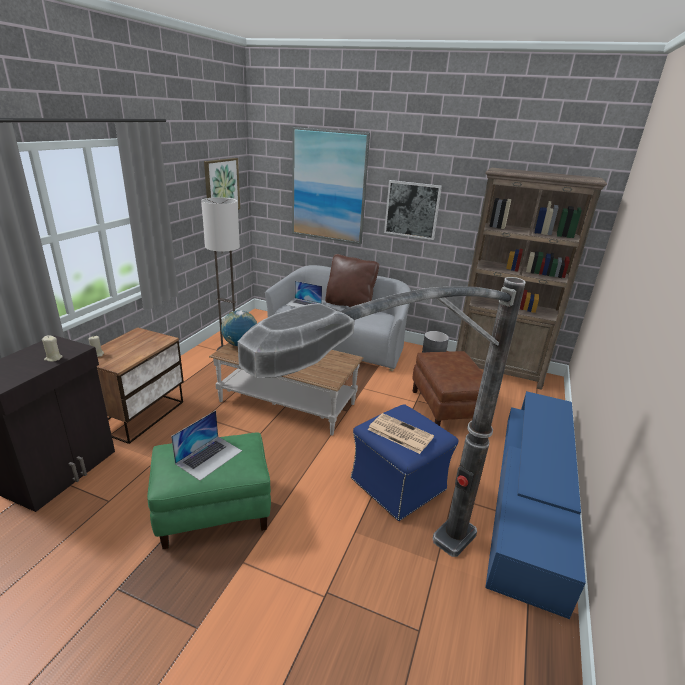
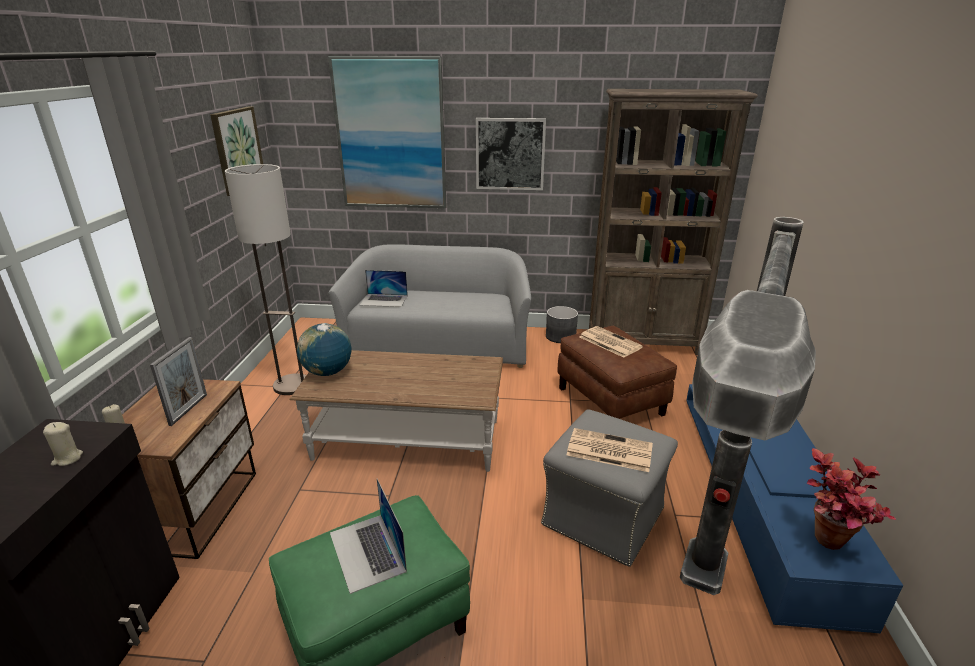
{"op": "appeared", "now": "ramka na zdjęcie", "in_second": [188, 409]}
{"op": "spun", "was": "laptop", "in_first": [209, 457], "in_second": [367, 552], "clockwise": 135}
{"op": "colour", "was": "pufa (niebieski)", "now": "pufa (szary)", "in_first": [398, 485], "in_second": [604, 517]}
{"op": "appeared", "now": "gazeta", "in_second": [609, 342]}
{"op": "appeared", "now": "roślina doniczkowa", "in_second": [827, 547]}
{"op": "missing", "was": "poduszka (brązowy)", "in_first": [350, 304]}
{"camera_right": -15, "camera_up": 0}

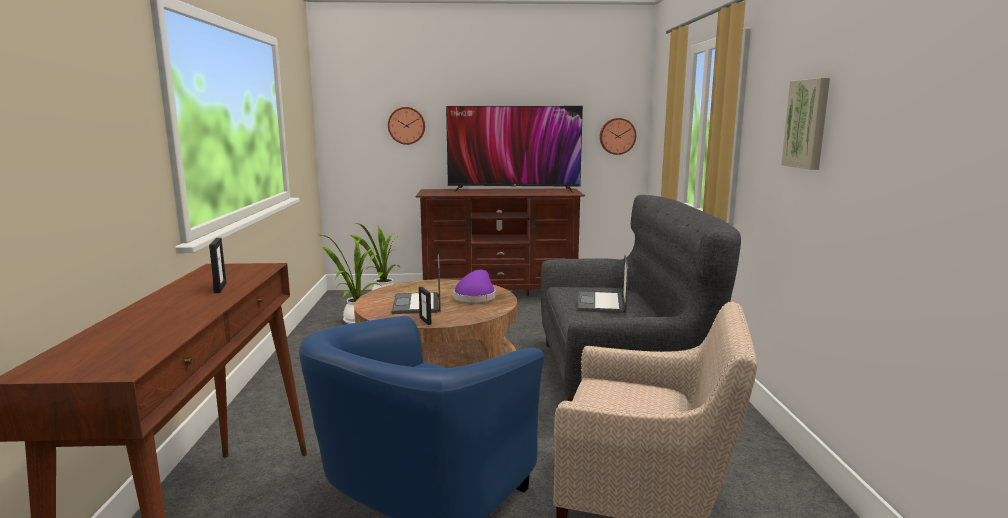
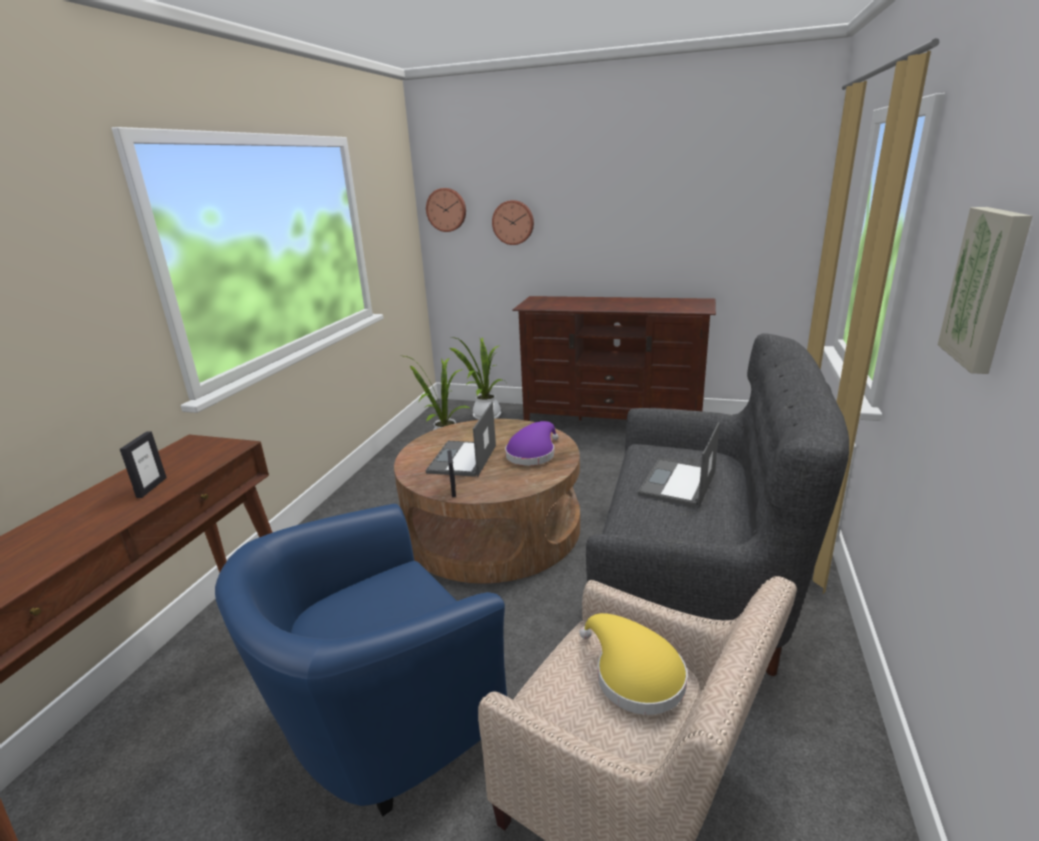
{"op": "relocated", "was": "zegar ścienny", "in_first": [617, 136], "in_second": [446, 209]}
{"op": "appeared", "now": "kapelusz (żółty)", "in_second": [634, 675]}
{"op": "missing", "was": "telewizor", "in_first": [513, 191]}
{"camera_right": 20, "camera_up": 10}

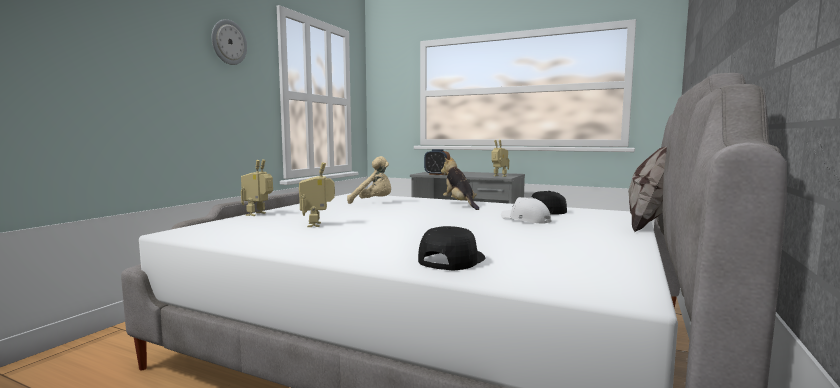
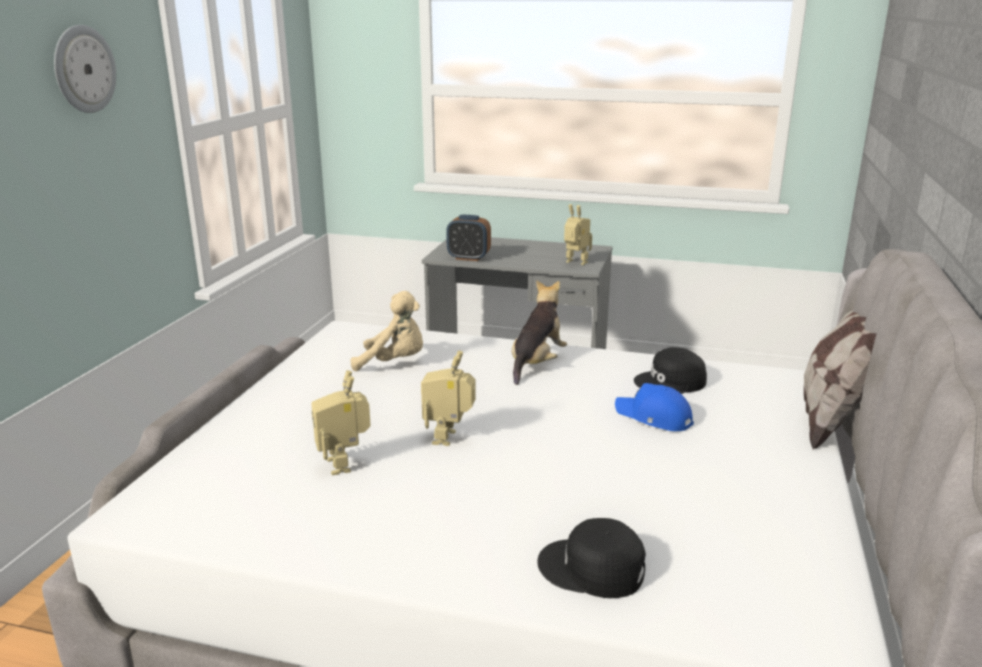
{"op": "relocated", "was": "robot zabawkowy", "in_first": [258, 214], "in_second": [449, 438]}
{"op": "spun", "was": "pluszak", "in_first": [459, 205], "in_second": [537, 363], "clockwise": 60}
{"op": "spun", "was": "czapka z daszkiem (czarny)", "in_first": [450, 259], "in_second": [592, 569], "clockwise": -90}
{"op": "colour", "was": "czapka z daszkiem (biały)", "now": "czapka z daszkiem (niebieski)", "in_first": [525, 220], "in_second": [653, 417]}
{"camera_right": -10, "camera_up": 15}

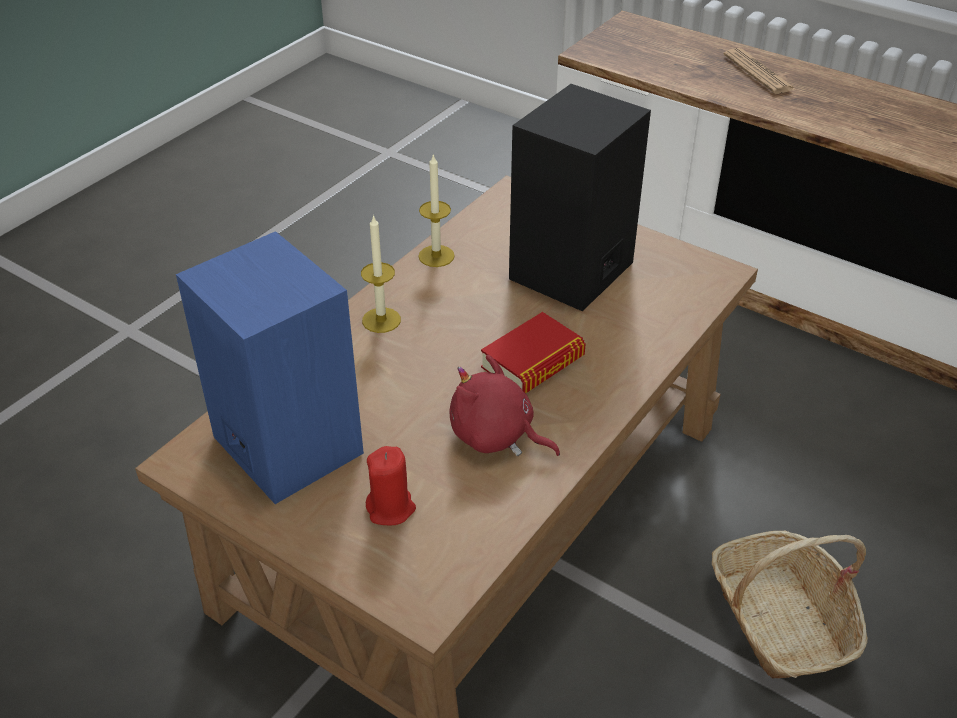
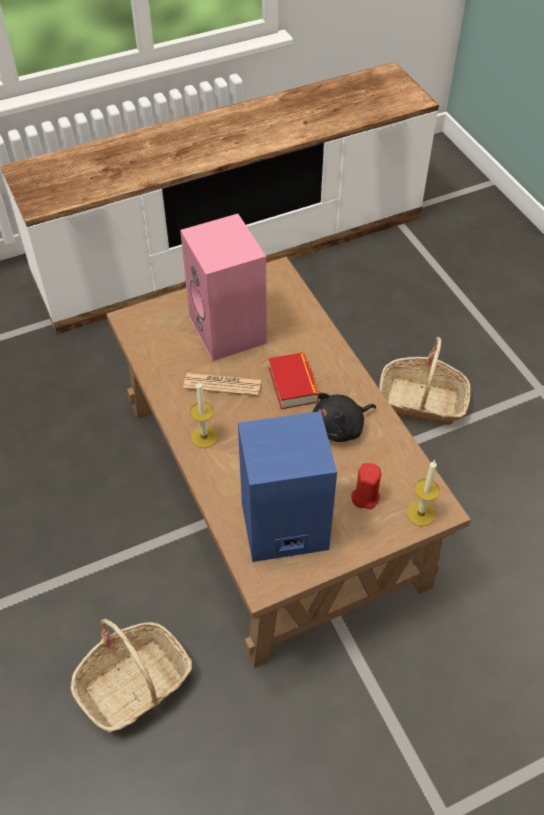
{"op": "appeared", "now": "koszyk", "in_second": [134, 684]}
{"op": "colour", "was": "głośnik (czarny)", "now": "głośnik (różowy)", "in_first": [572, 273], "in_second": [229, 331]}
{"op": "relocated", "was": "gazeta", "in_first": [758, 72], "in_second": [222, 385]}
{"op": "colour", "was": "pluszak (czerwony)", "now": "pluszak (czarny)", "in_first": [496, 436], "in_second": [340, 427]}
{"op": "relocated", "was": "świeca", "in_first": [436, 256], "in_second": [420, 513]}
{"camera_right": -60, "camera_up": 10}

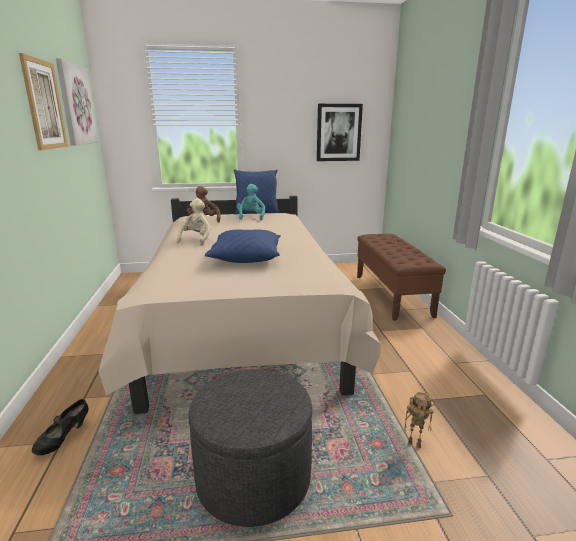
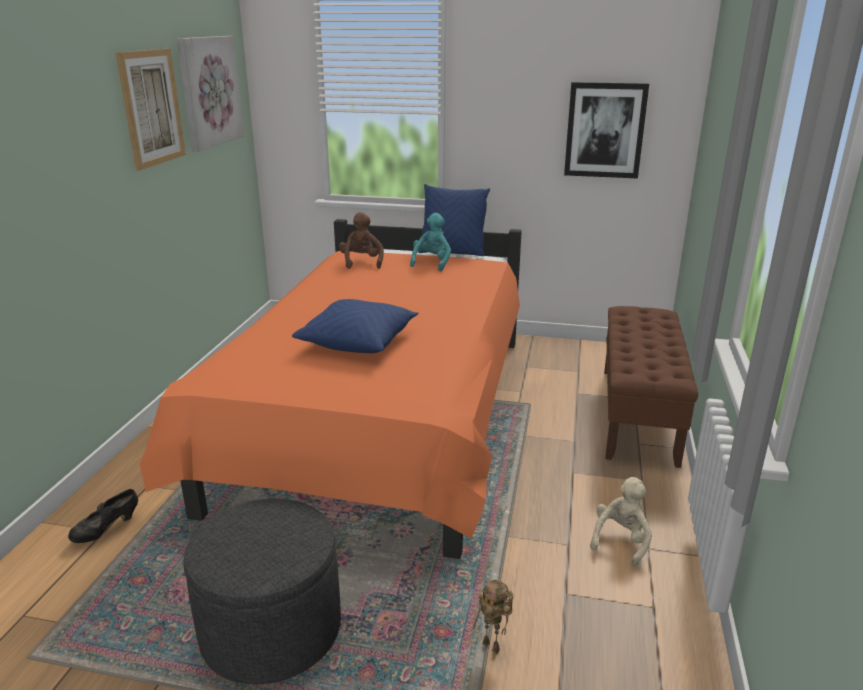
{"op": "colour", "was": "łóżko (beżowy)", "now": "łóżko (pomarańczowy)", "in_first": [242, 324], "in_second": [381, 422]}
{"op": "relocated", "was": "pluszak (beżowy)", "in_first": [196, 239], "in_second": [621, 540]}
{"camera_right": 20, "camera_up": 5}

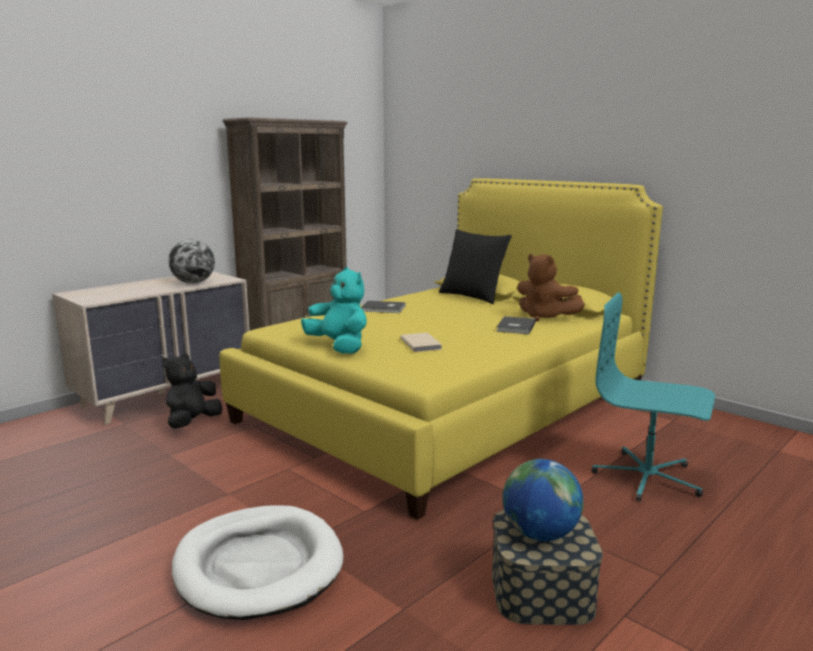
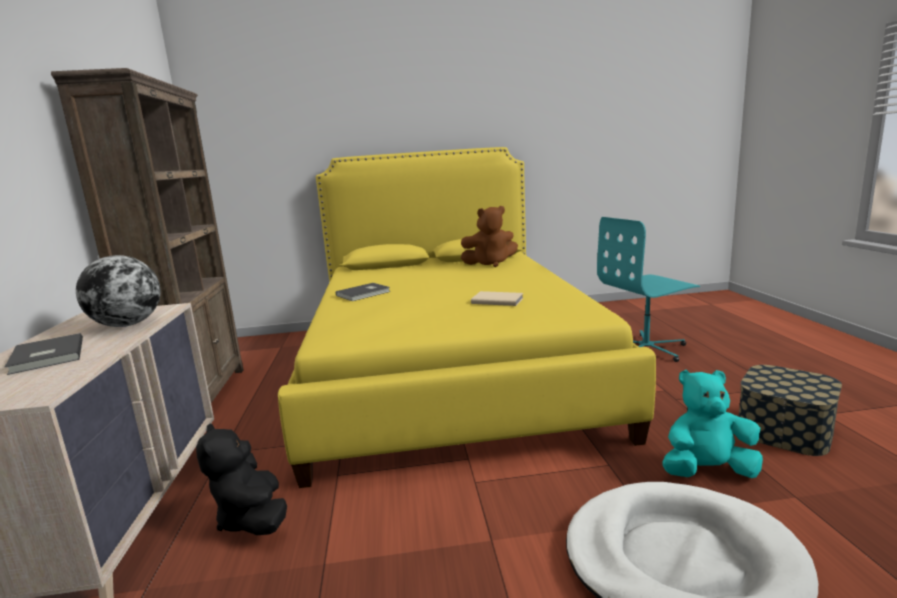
{"op": "relocated", "was": "książka (szary)", "in_first": [514, 327], "in_second": [45, 357]}
{"op": "relocated", "was": "pluszak (turkusowy)", "in_first": [339, 347], "in_second": [707, 471]}
{"op": "missing", "was": "poduszka (czarny)", "in_first": [473, 296]}
{"op": "missing", "was": "globus", "in_first": [540, 534]}
{"camera_right": -50, "camera_up": 0}

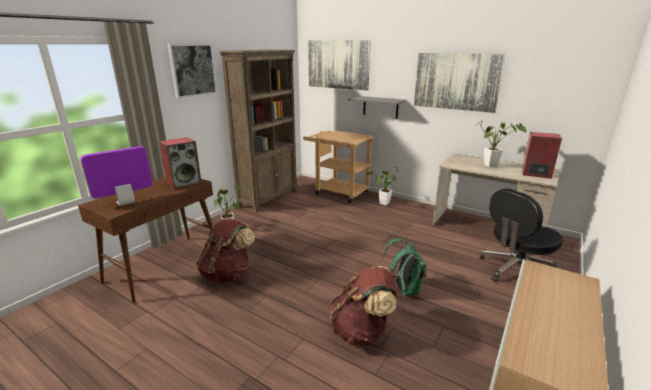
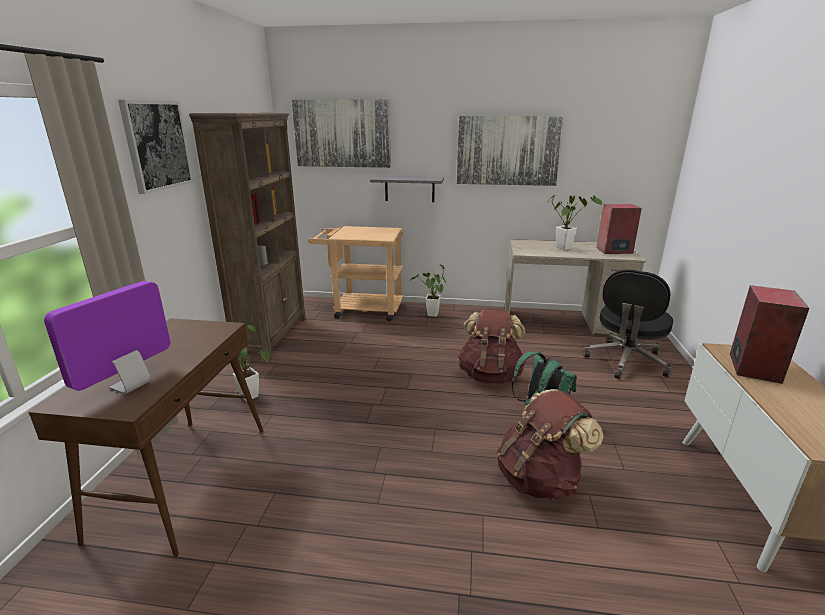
{"op": "relocated", "was": "plecak (brązowy)", "in_first": [227, 274], "in_second": [490, 375]}
{"op": "relocated", "was": "głośnik", "in_first": [184, 183], "in_second": [753, 367]}
{"camera_right": -25, "camera_up": 0}

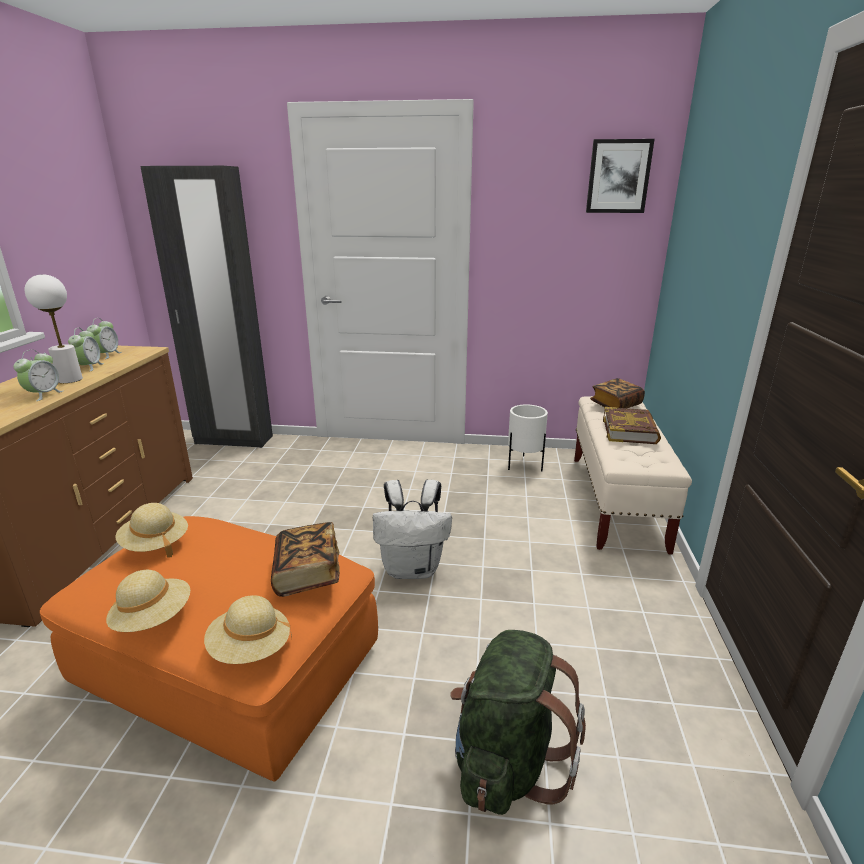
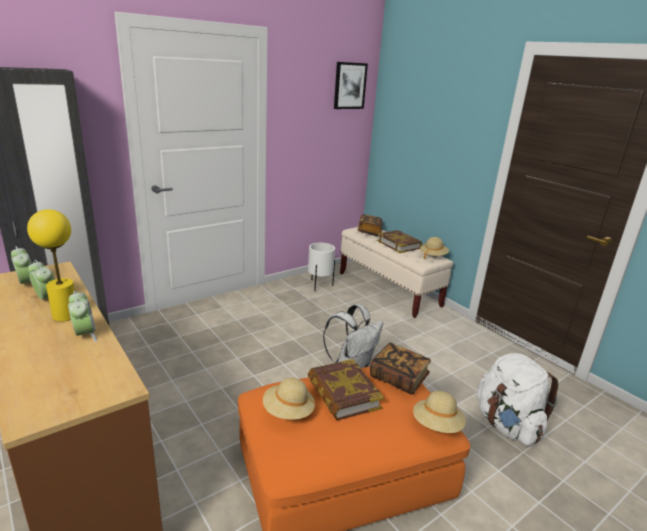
{"op": "colour", "was": "lampa stołowa (biały)", "now": "lampa stołowa (żółty)", "in_first": [70, 380], "in_second": [65, 315]}
{"op": "appeared", "now": "książka", "in_second": [343, 394]}
{"op": "relocated", "was": "kapelusz (beżowy)", "in_first": [153, 619], "in_second": [433, 256]}
{"op": "colour", "was": "plecak (zielony)", "now": "plecak (biały)", "in_first": [507, 761], "in_second": [507, 425]}
{"camera_right": -45, "camera_up": 0}

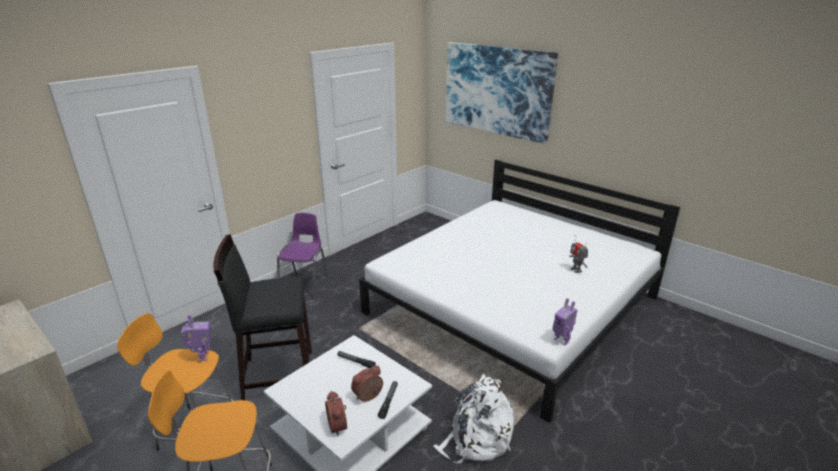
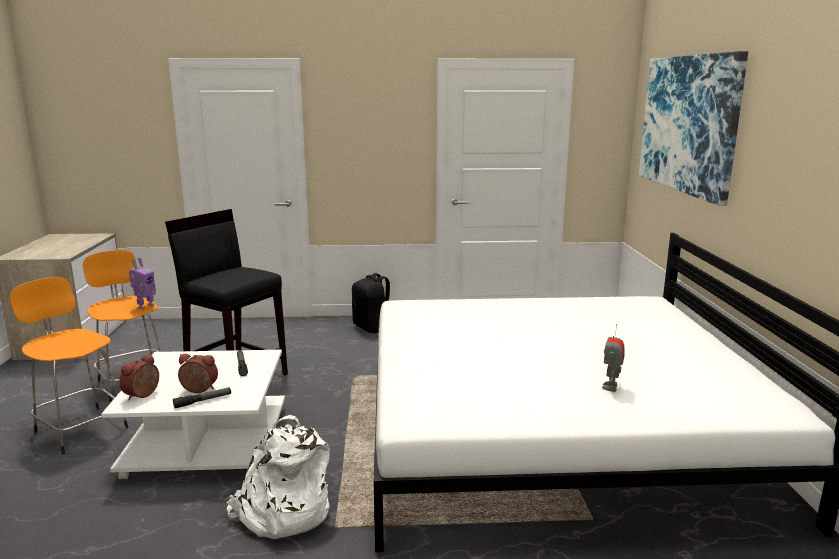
{"op": "exchanged", "was": "krzesło (fioletowy)", "now": "plecak (czarny)", "in_first": [305, 285], "in_second": [372, 327]}
{"op": "missing", "was": "robot zabawkowy", "in_first": [562, 340]}
{"camera_right": 45, "camera_up": -10}

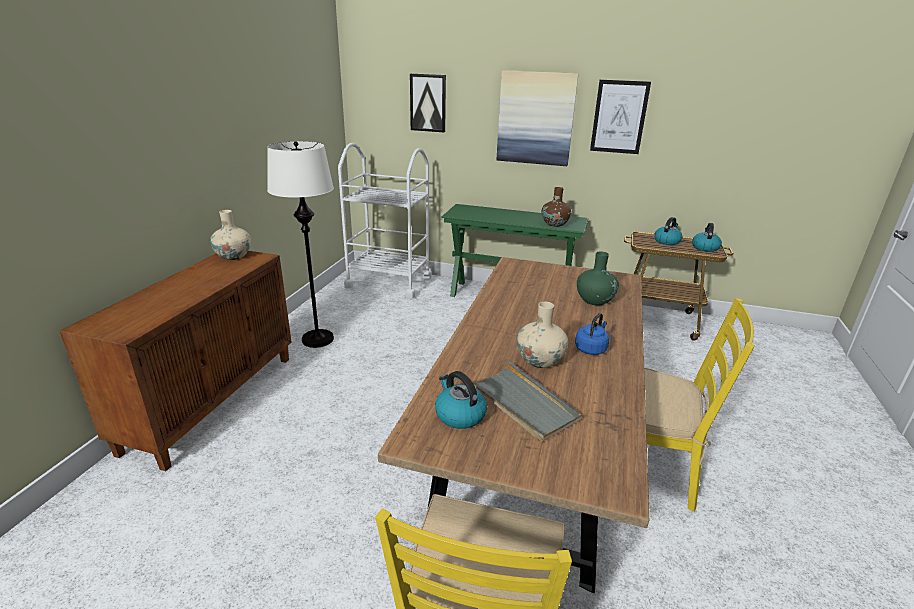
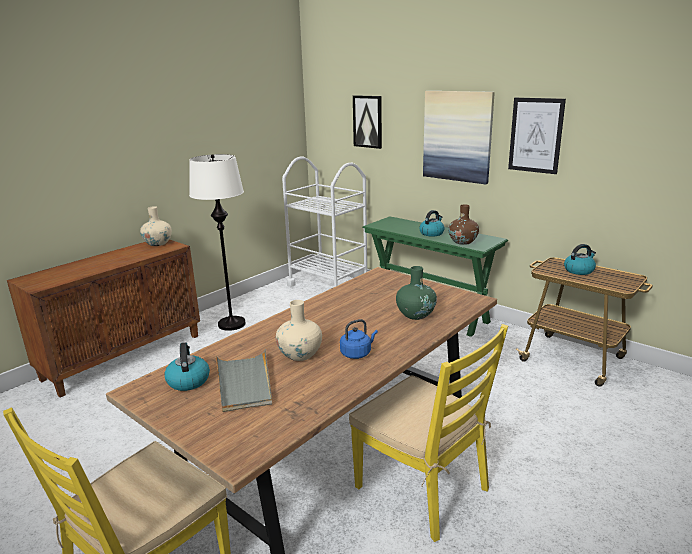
{"op": "relocated", "was": "czajnik", "in_first": [705, 247], "in_second": [431, 233]}
{"camera_right": 25, "camera_up": -5}

